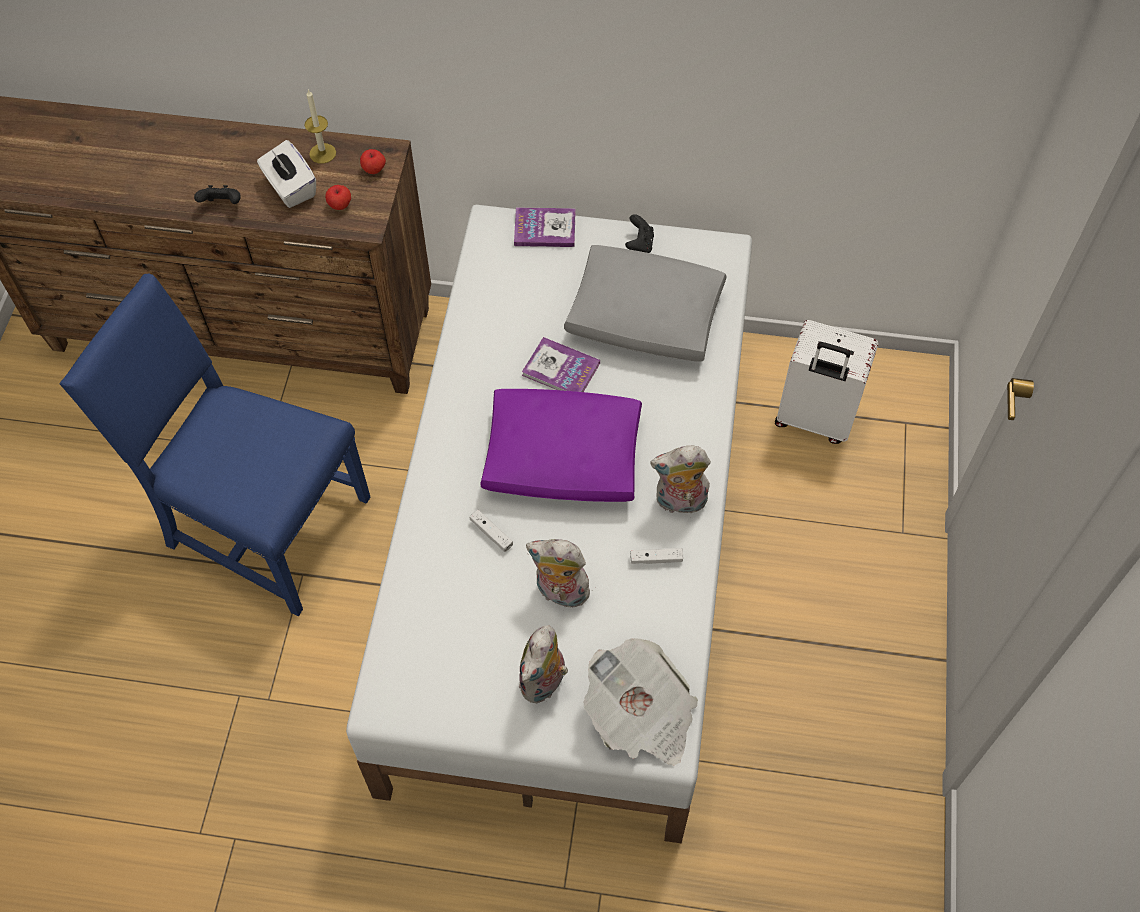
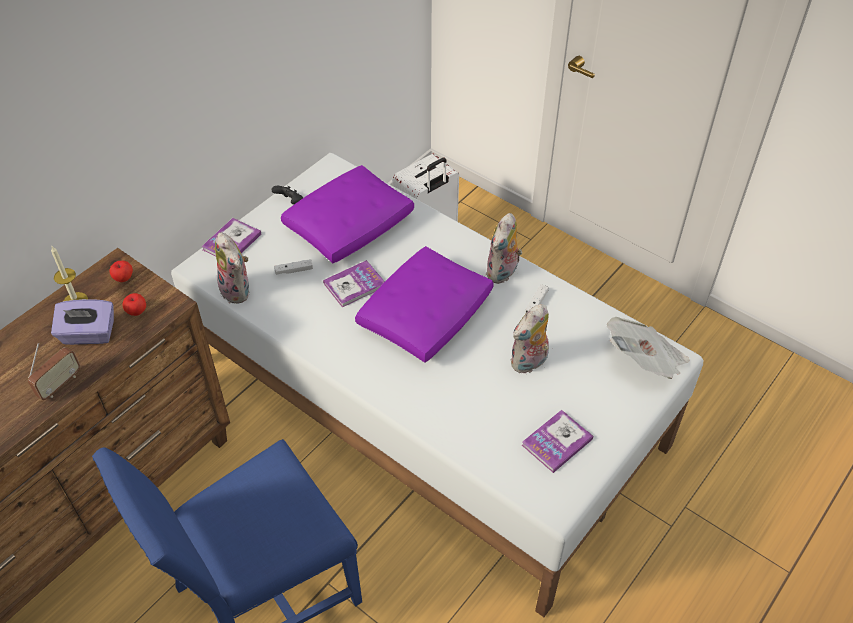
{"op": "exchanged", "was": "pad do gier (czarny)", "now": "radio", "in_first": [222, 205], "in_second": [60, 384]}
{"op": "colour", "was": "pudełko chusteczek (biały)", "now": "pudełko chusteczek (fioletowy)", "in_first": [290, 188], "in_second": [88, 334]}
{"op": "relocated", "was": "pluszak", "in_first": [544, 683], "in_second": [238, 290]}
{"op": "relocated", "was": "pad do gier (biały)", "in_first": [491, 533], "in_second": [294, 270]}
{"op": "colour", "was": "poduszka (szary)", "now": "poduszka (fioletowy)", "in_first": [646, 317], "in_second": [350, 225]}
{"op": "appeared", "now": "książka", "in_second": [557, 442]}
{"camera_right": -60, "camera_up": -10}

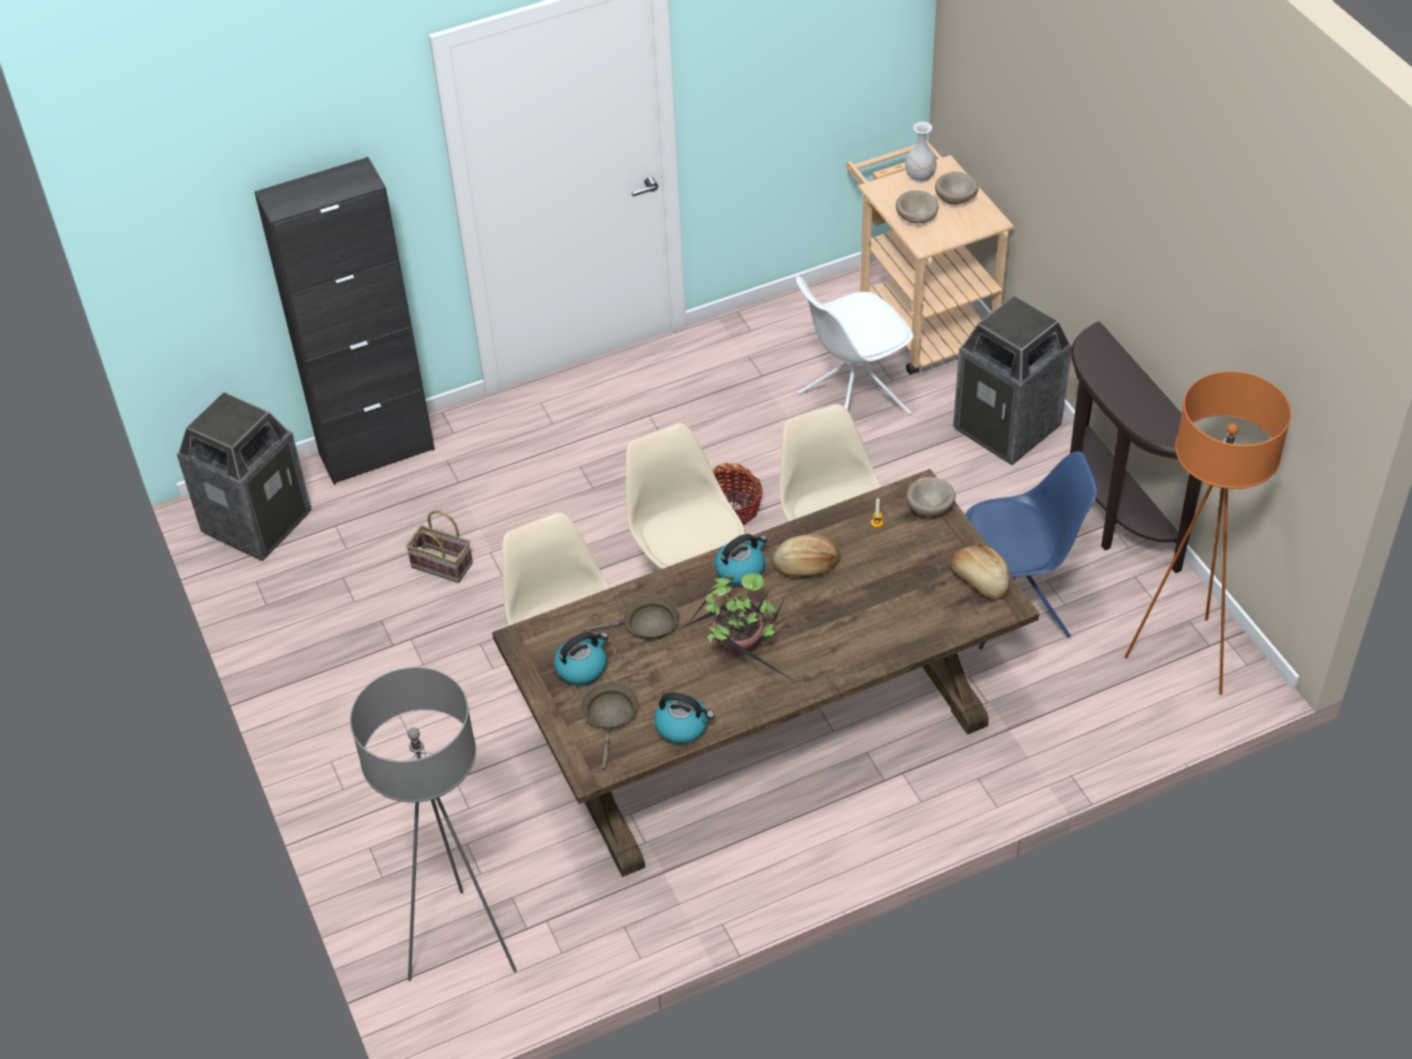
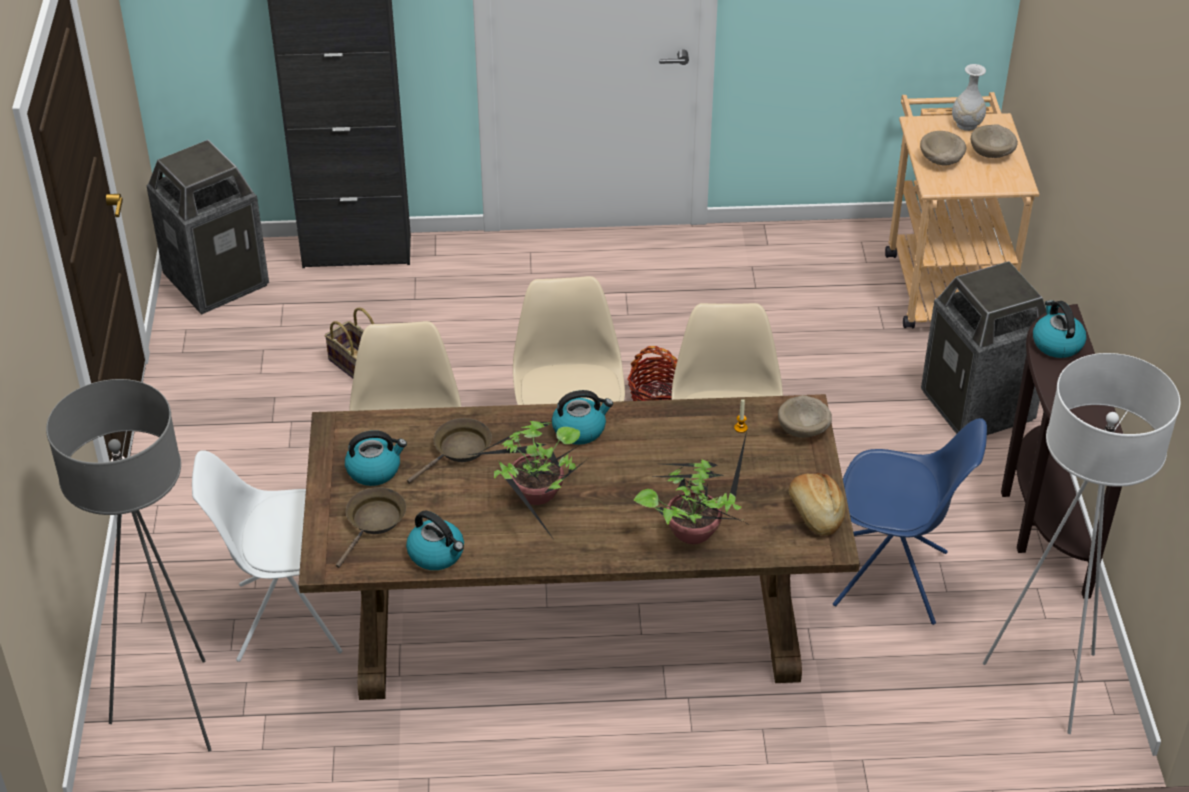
{"op": "relocated", "was": "krzesło (biały)", "in_first": [851, 404], "in_second": [287, 618]}
{"op": "spun", "was": "patelnia (brązowy)", "in_first": [646, 624], "in_second": [459, 450], "clockwise": -60}
{"op": "appeared", "now": "roślina doniczkowa", "in_second": [694, 531]}
{"op": "colour", "was": "lampa stojąca (pomarańczowy)", "now": "lampa stojąca (biały)", "in_first": [1182, 656], "in_second": [1046, 682]}
{"op": "appeared", "now": "czajnik", "in_second": [1056, 343]}
{"op": "missing", "was": "chleb", "in_first": [806, 566]}
{"camera_right": 20, "camera_up": -5}

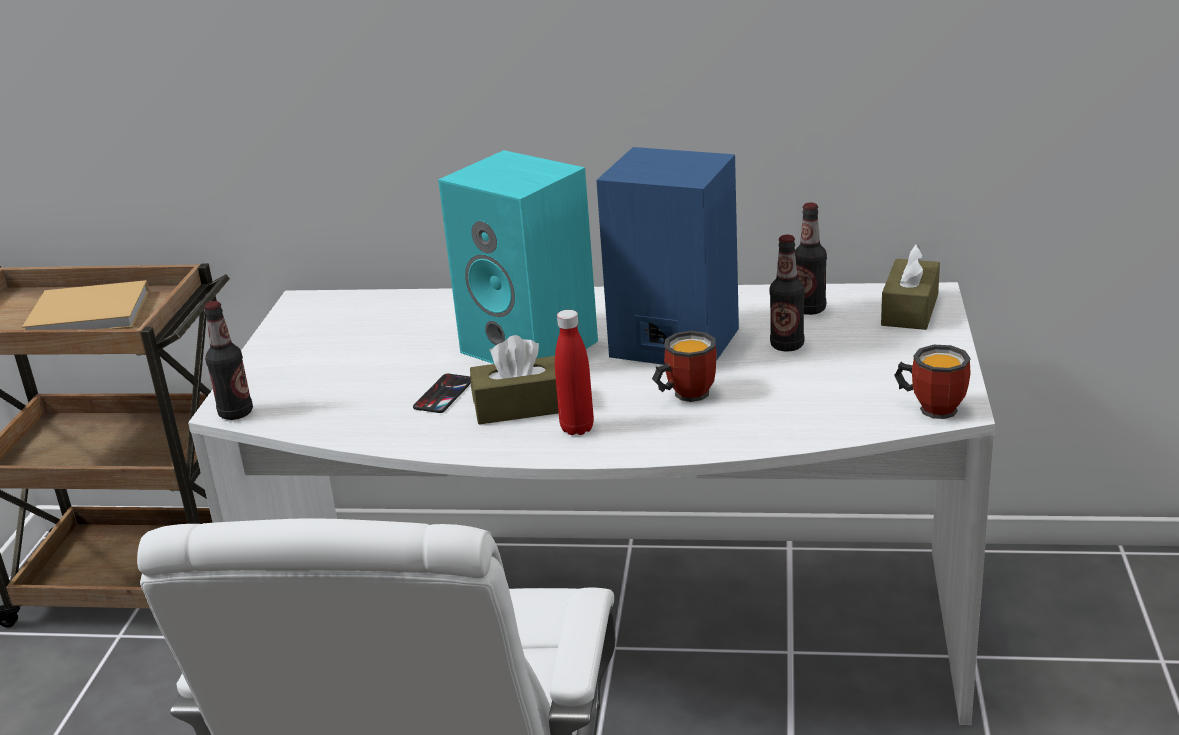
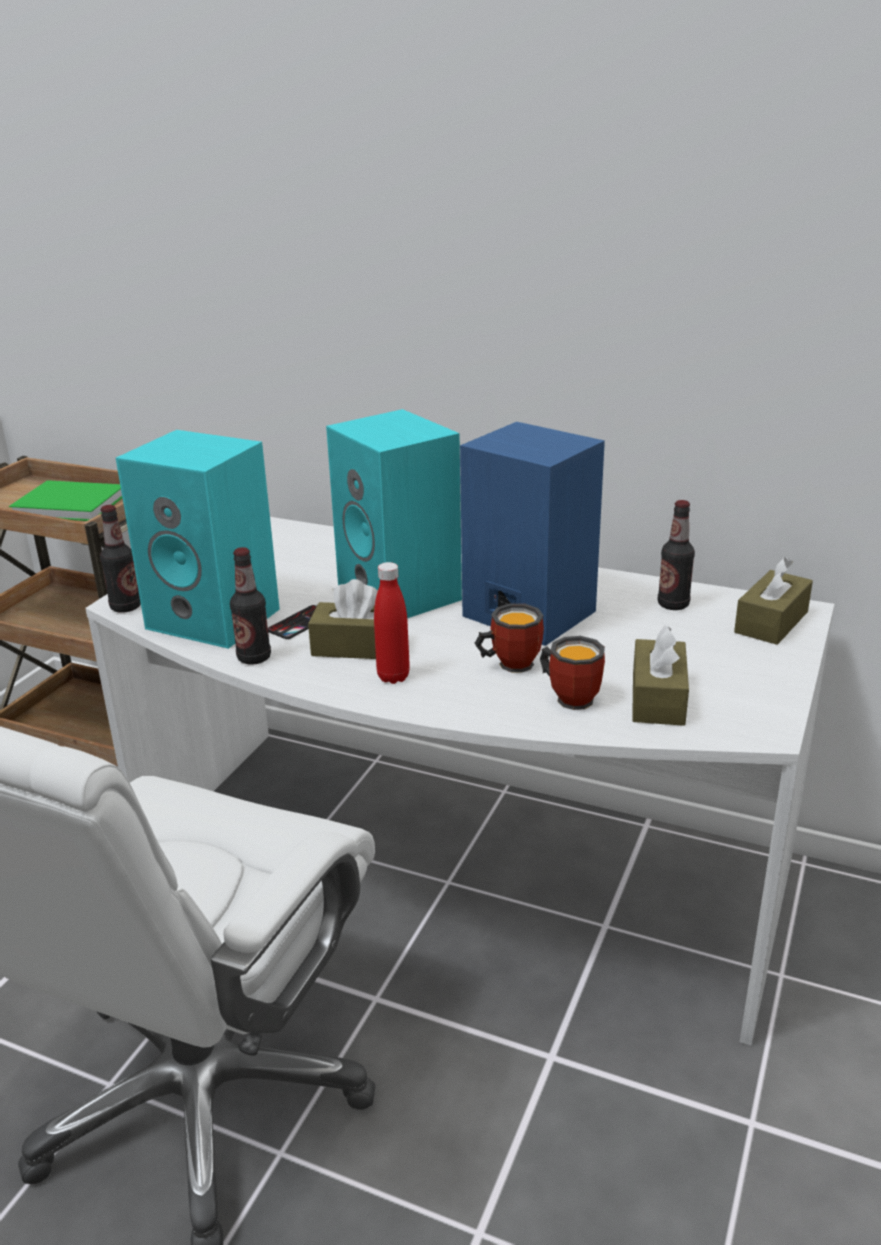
{"op": "colour", "was": "książka (beżowy)", "now": "książka (zielony)", "in_first": [93, 313], "in_second": [73, 505]}
{"op": "appeared", "now": "głośnik (turkusowy)", "in_second": [217, 618]}
{"op": "relocated", "was": "butelka", "in_first": [787, 345], "in_second": [254, 658]}
{"op": "relocated", "was": "kubek", "in_first": [932, 407], "in_second": [571, 696]}
{"op": "appeared", "now": "pudełko chusteczek (brązowy)", "in_second": [658, 698]}
{"camera_right": 15, "camera_up": 0}

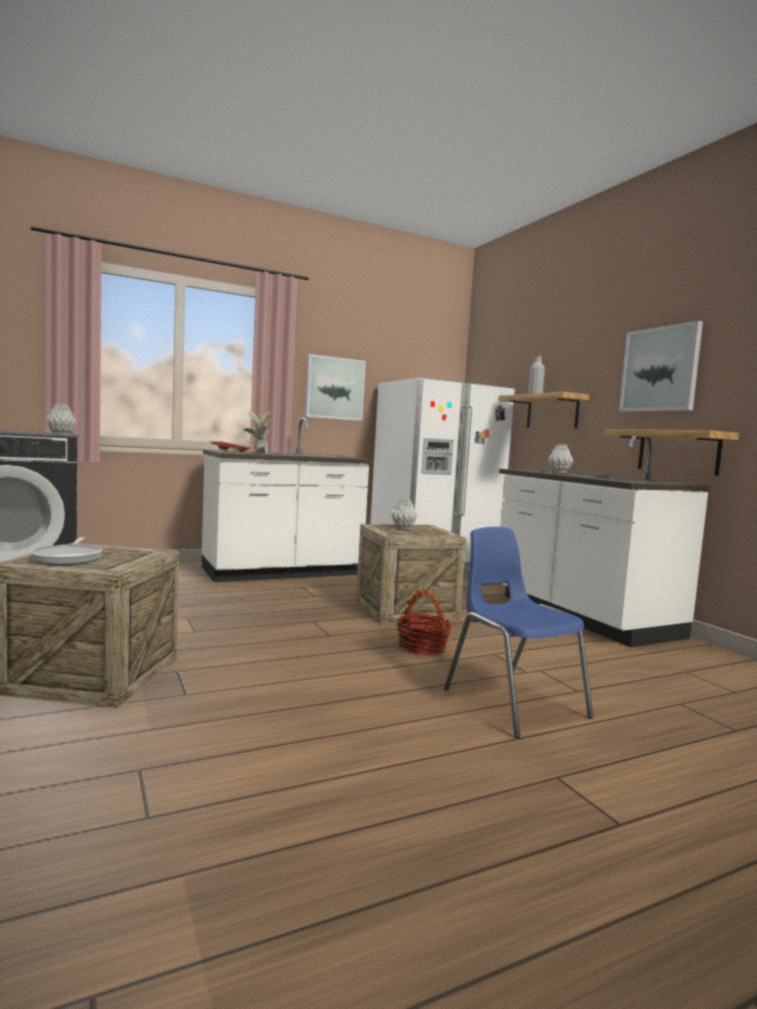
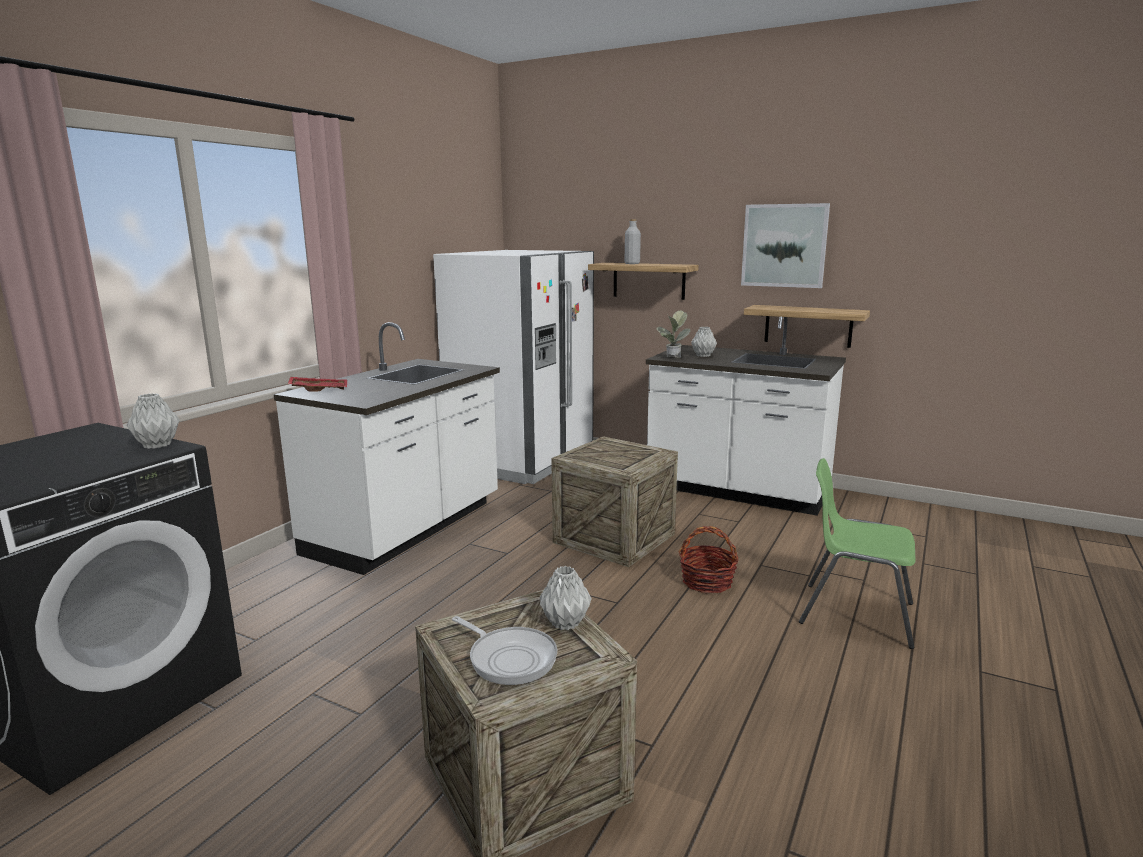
{"op": "relocated", "was": "wazon (szary)", "in_first": [403, 528], "in_second": [565, 622]}
{"op": "relocated", "was": "roślina doniczkowa", "in_first": [257, 453], "in_second": [672, 359]}
{"op": "colour", "was": "krzesło (niebieski)", "now": "krzesło (zielony)", "in_first": [513, 702], "in_second": [854, 613]}
{"op": "missing", "was": "obraz", "in_first": [334, 388]}
{"camera_right": -35, "camera_up": 10}

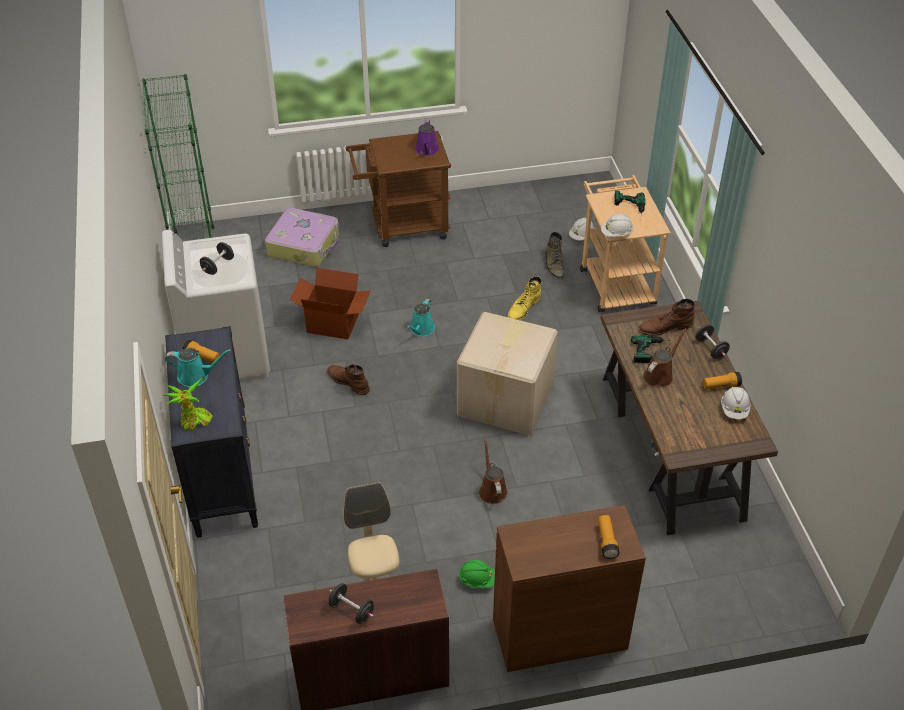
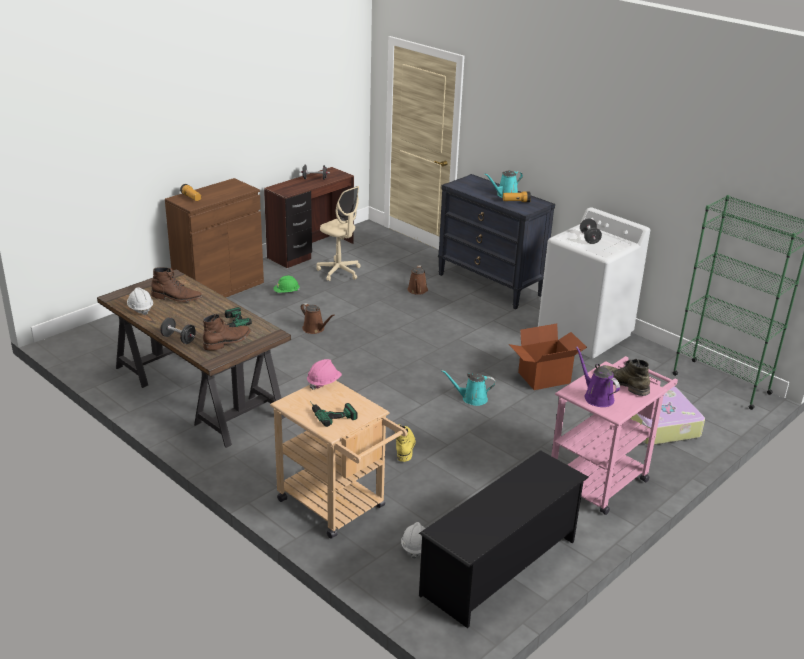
{"op": "relocated", "was": "but z cholewką (brązowy)", "in_first": [348, 382], "in_second": [176, 298]}
{"op": "colour", "was": "kask (biały)", "now": "kask (różowy)", "in_first": [616, 234], "in_second": [323, 382]}
{"op": "relocated", "was": "konewka (brązowy)", "in_first": [660, 375], "in_second": [417, 291]}
{"op": "appeared", "now": "regał na buty (czarny)", "in_second": [500, 567]}
{"op": "spun", "was": "konewka (turkusowy)", "in_first": [421, 330], "in_second": [472, 399], "clockwise": -75}
{"op": "colour", "was": "wózek (brązowy)", "now": "wózek (różowy)", "in_first": [402, 227], "in_second": [603, 477]}
{"op": "relocated", "was": "but z cholewką (zielony)", "in_first": [554, 266], "in_second": [623, 383]}
{"op": "missing", "was": "roślina doniczkowa", "in_first": [193, 421]}
{"op": "missing", "was": "karton", "in_first": [507, 399]}
{"op": "missing", "was": "latarka", "in_first": [721, 386]}
{"camera_right": 145, "camera_up": -15}

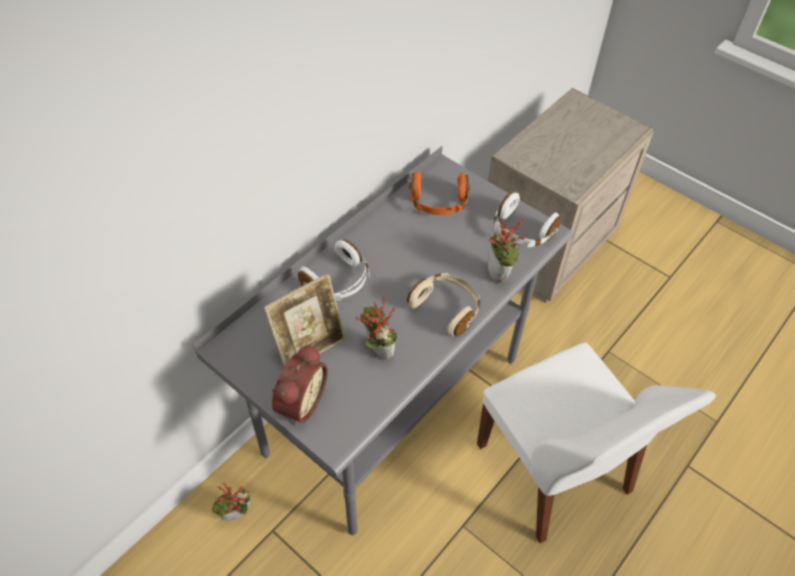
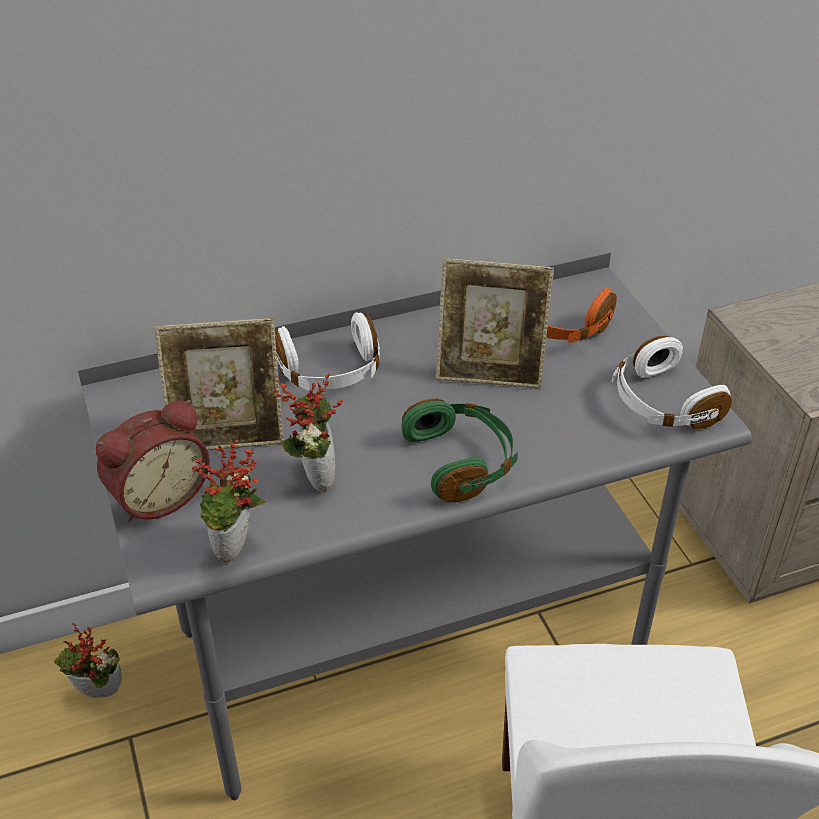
{"op": "relocated", "was": "roślina doniczkowa", "in_first": [500, 275], "in_second": [237, 550]}
{"op": "colour", "was": "słuchawki (beżowy)", "now": "słuchawki (zielony)", "in_first": [446, 308], "in_second": [461, 461]}
{"op": "appeared", "now": "ramka na zdjęcie", "in_second": [490, 371]}
{"camera_right": 30, "camera_up": -10}

